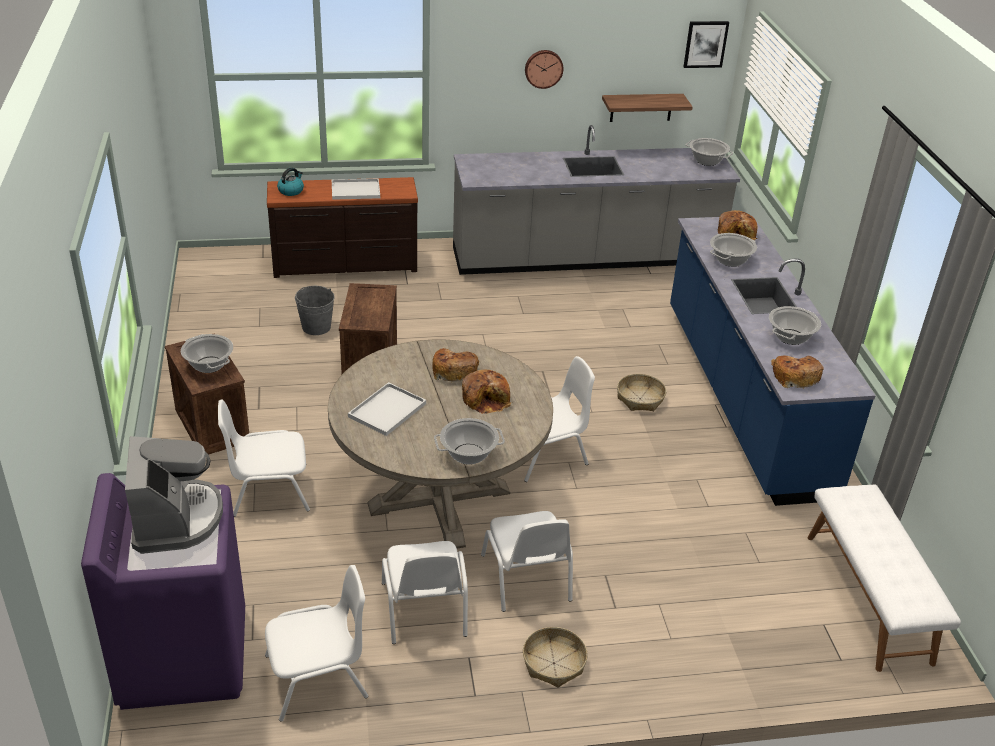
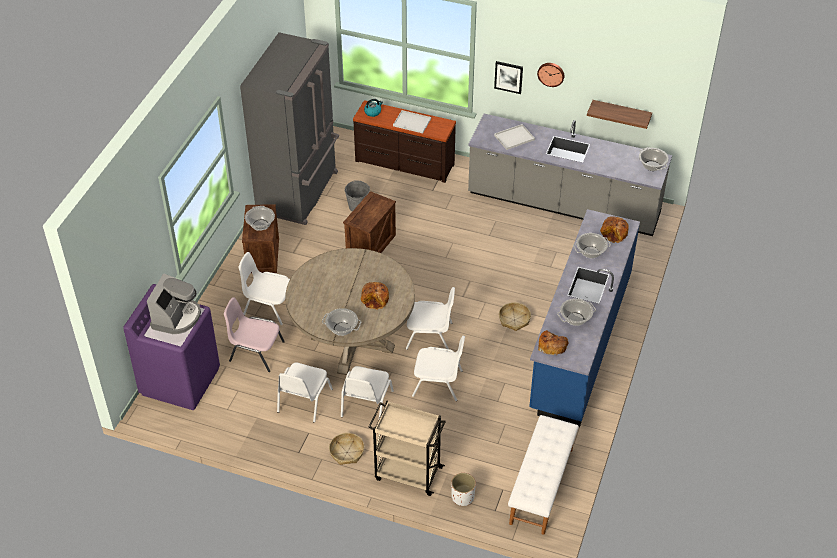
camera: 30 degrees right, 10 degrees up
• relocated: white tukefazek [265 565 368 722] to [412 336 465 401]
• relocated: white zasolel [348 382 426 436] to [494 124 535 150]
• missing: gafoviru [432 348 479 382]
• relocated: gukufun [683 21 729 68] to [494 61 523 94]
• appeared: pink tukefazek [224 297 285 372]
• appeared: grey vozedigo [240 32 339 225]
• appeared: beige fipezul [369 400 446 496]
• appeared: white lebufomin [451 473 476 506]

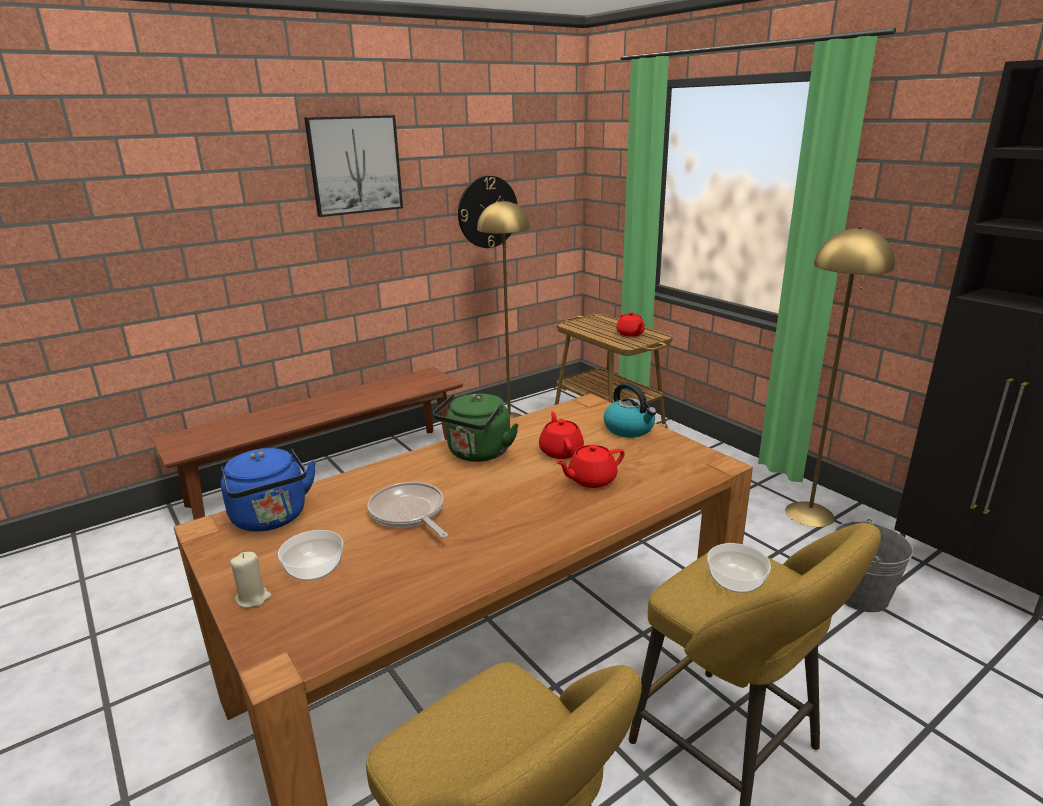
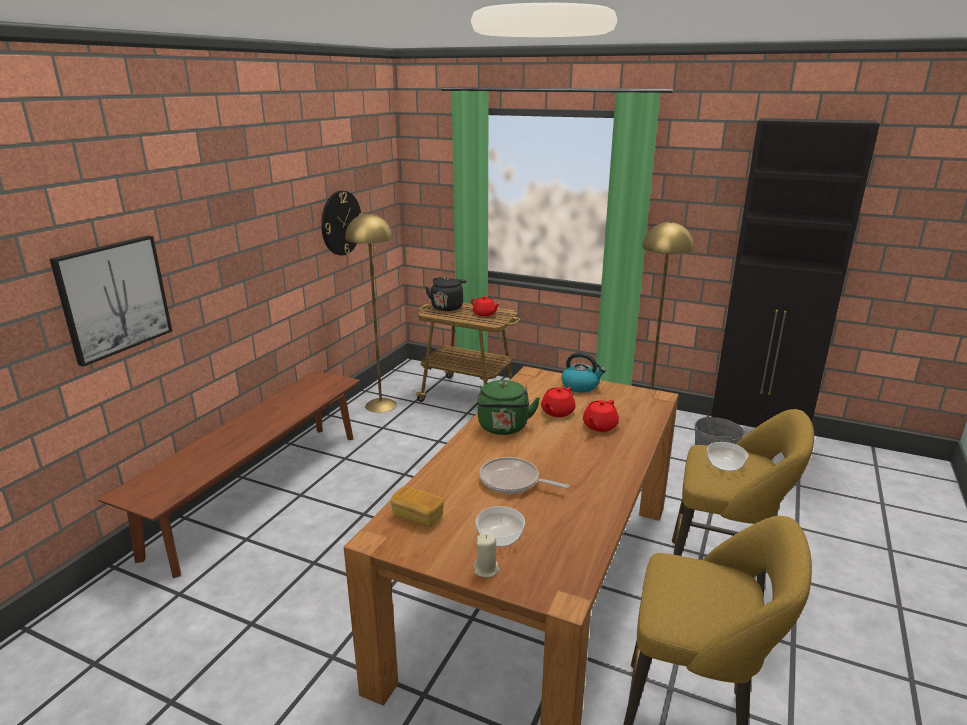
camera: 30 degrees left, 0 degrees up
• exchanged: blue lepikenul [221 448 316 532] to gafoviru [390 486 444 527]
• relocated: gukufun [304 115 403 217] to [50 235 172 367]
• spun: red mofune [539 411 584 459] = [541 387 576 417] 105 degrees counterclockwise
• appeared: black lepikenul [425 277 467 311]

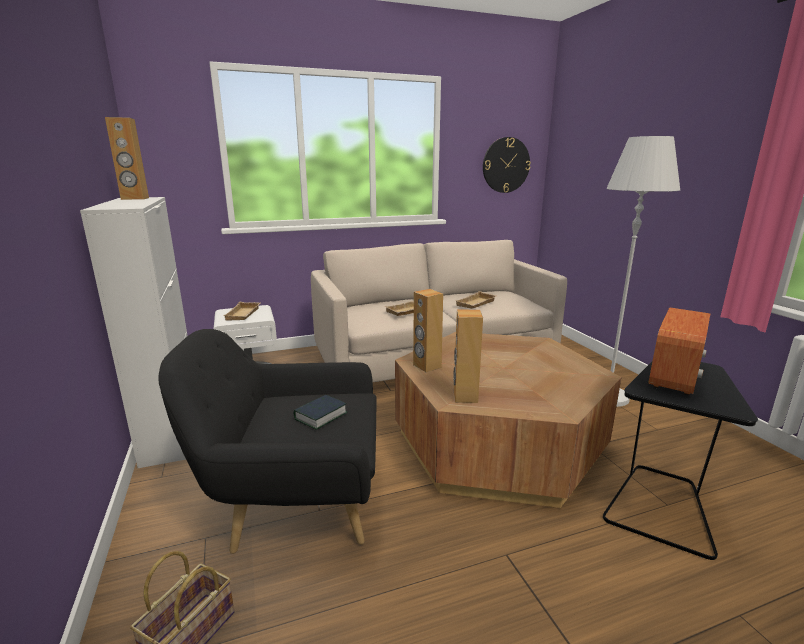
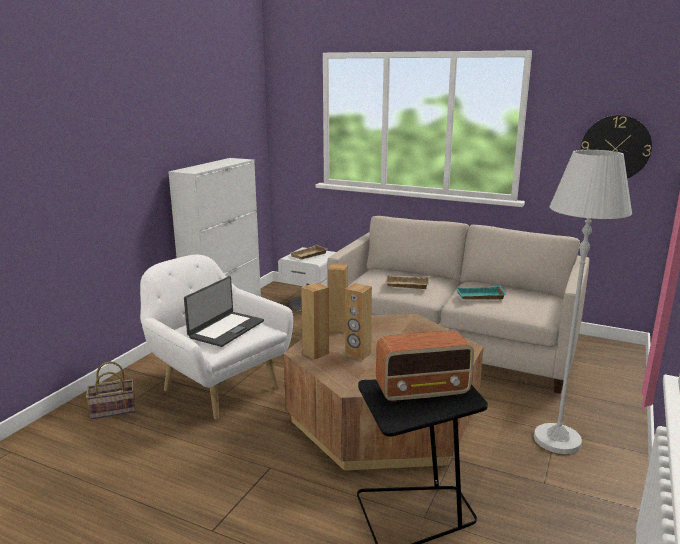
camera: 45 degrees right, 0 degrees up
• relocated: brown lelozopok [105 117 149 200] to [345 283 372 360]
• colour: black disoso [158 329 376 554] to white disoso [140 255 293 420]
• exchanged: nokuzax [294 395 348 430] to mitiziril [184 276 264 347]
• colour: beige zasolel [455 291 497 309] to turquoise zasolel [456 286 507 300]

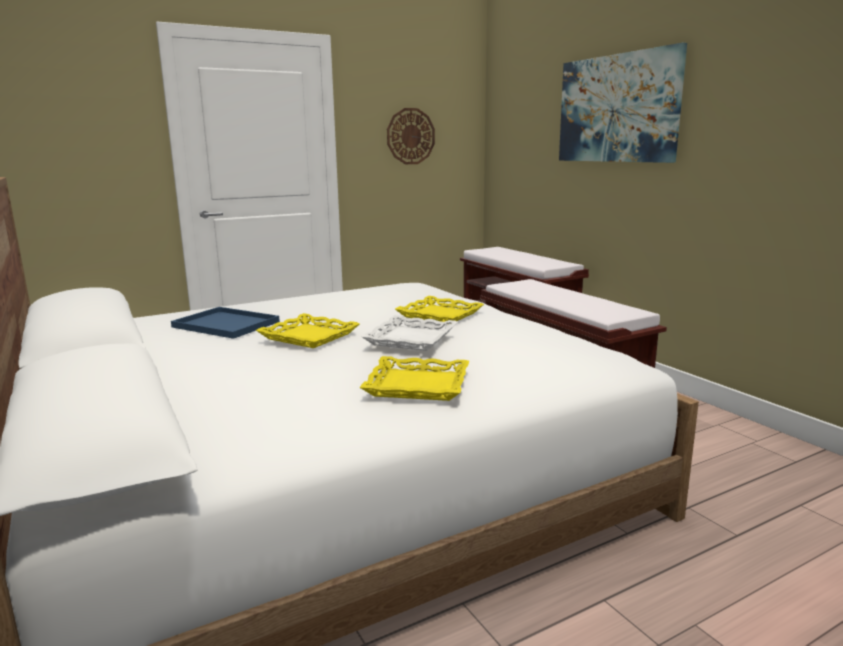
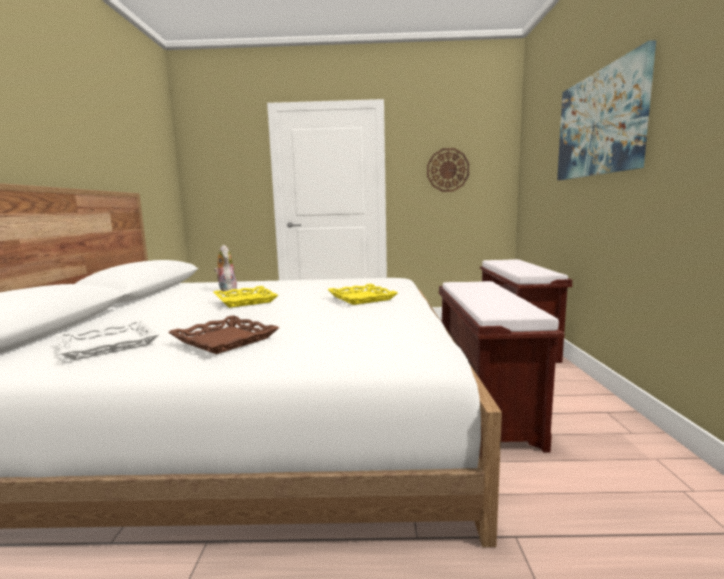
camera: 30 degrees right, 5 degrees down
• exchanged: blue zasolel [171 307 280 339] to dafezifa [214 245 237 291]
• colour: yellow zasolel [359 356 469 401] to brown zasolel [168 315 279 354]
• relocated: white zasolel [361 315 458 351] to [54 320 160 360]

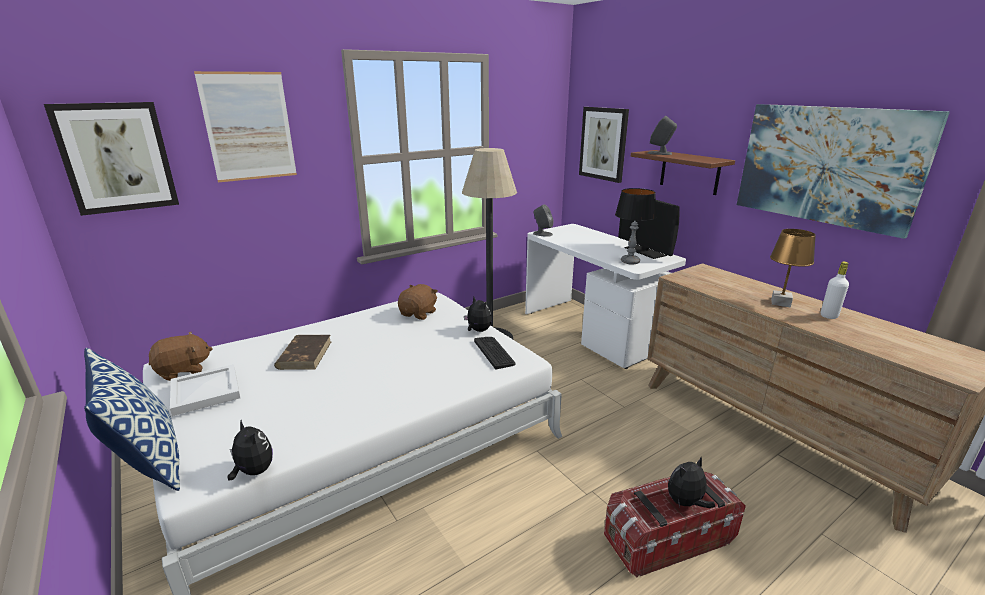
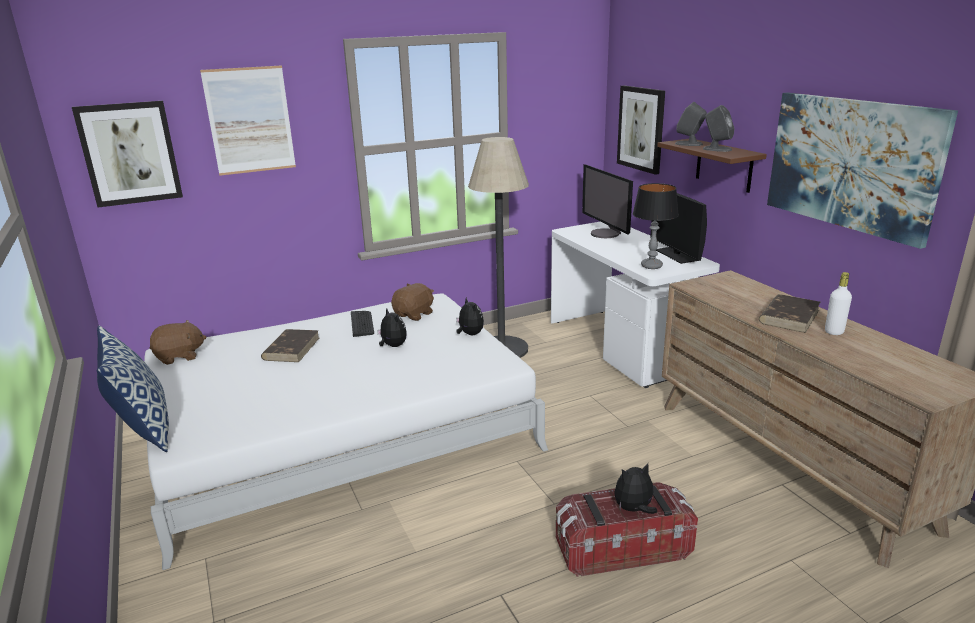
camera: 10 degrees right, 0 degrees up
• missing: white zasolel [170 364 240 416]
• relocated: dafezifa [227 420 273 481] to [377 308 407 347]
• relocated: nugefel [474 337 516 369] to [351 311 374 337]
• relocated: grey lelozopok [533 204 553 237] to [703 105 735 152]
• exchanged: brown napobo [770 229 816 307] to brown nokuzax [759 294 820 333]
• appeared: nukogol [582 164 633 238]

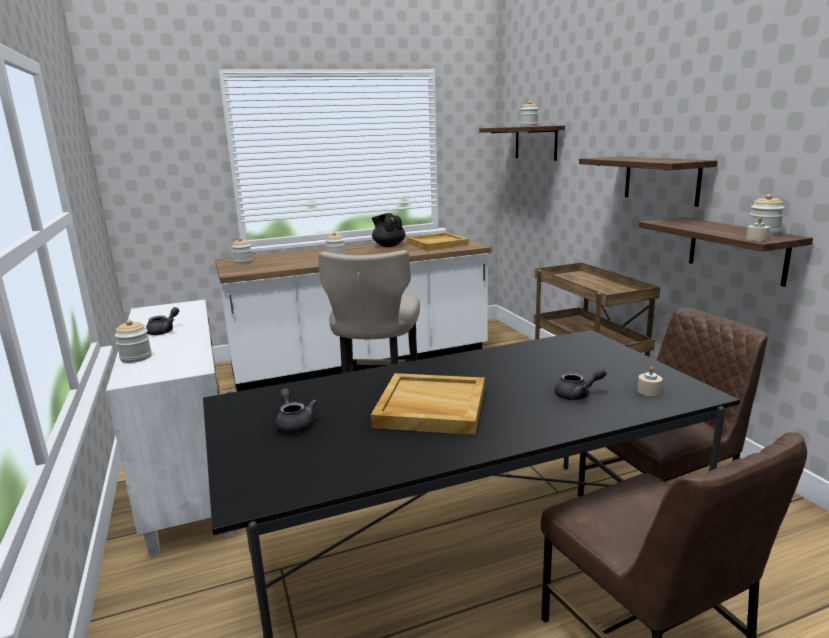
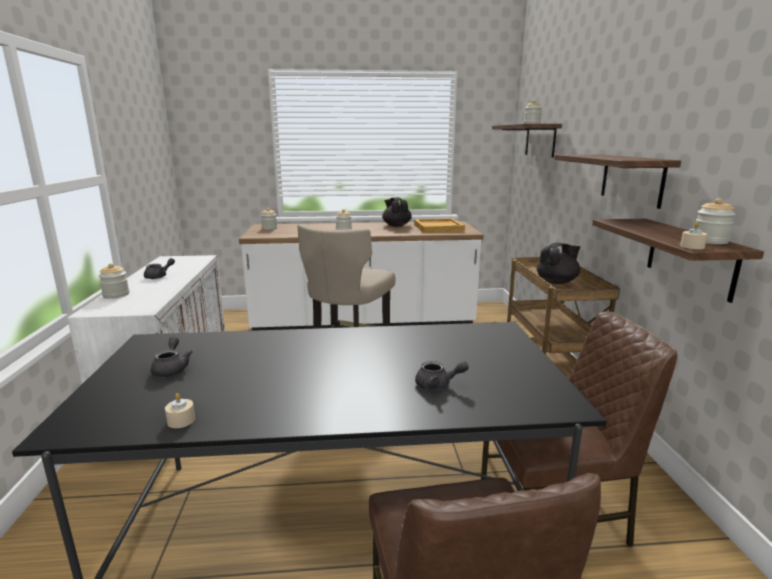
camera: 15 degrees right, 0 degrees up
• missing: beige zasolel [371 373 485 435]
• relocated: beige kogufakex [637 366 663 396] to [165 393 195 428]
• appeared: black mofune [537 243 580 284]

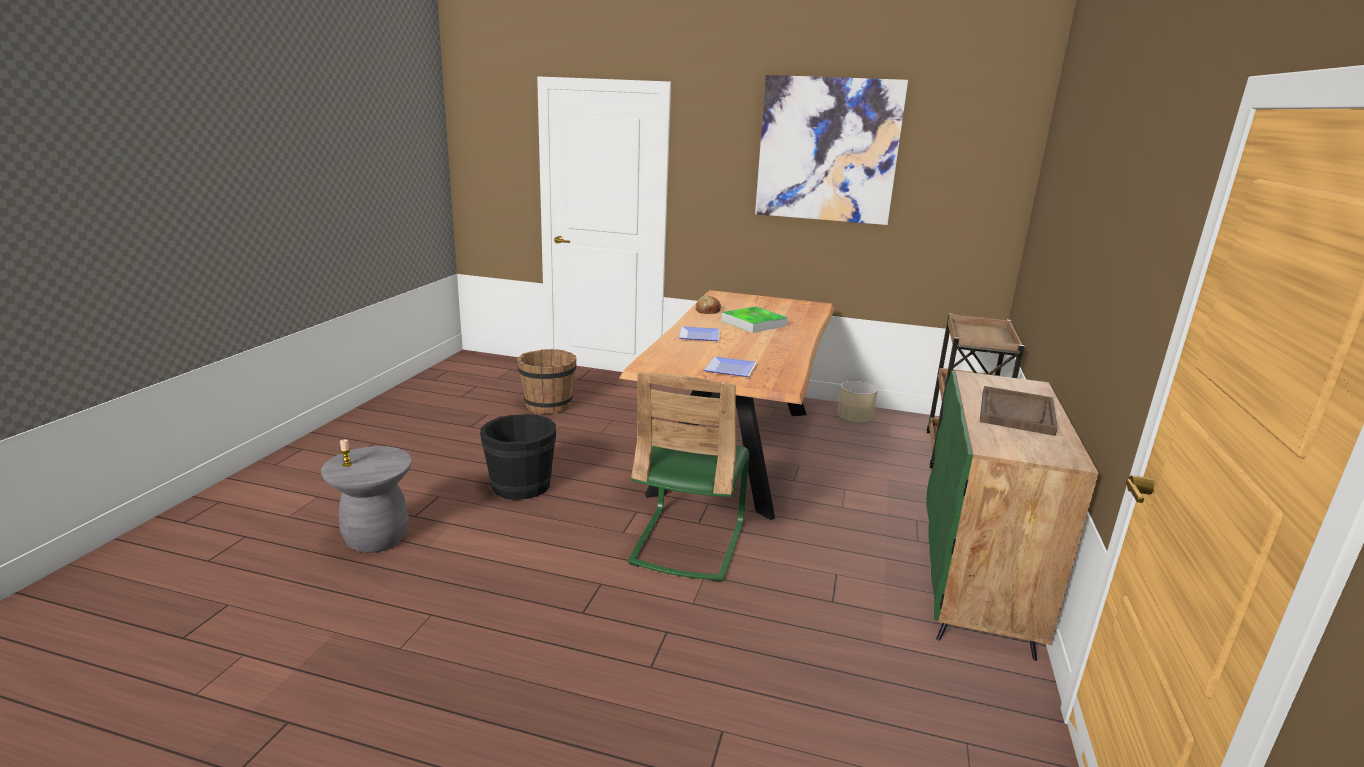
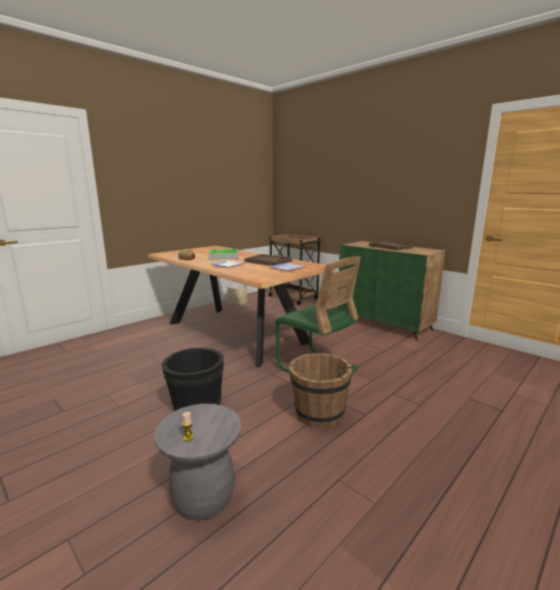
camera: 60 degrees left, 5 degrees down
• relocated: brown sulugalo [517 349 577 414] to [289 353 353 428]
• missing: gukufun [755 75 908 225]
• appeared: brown zasolel [244 254 292 266]

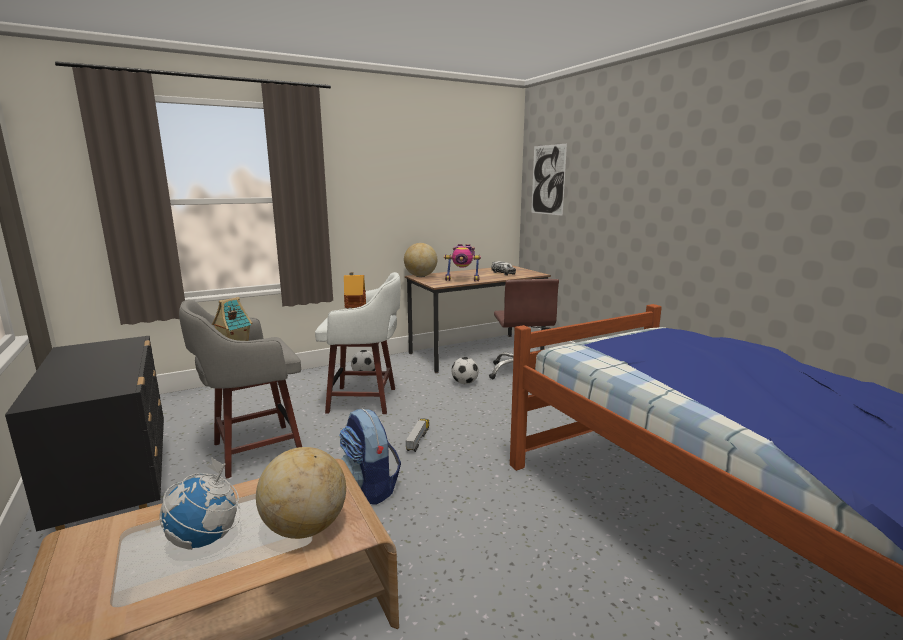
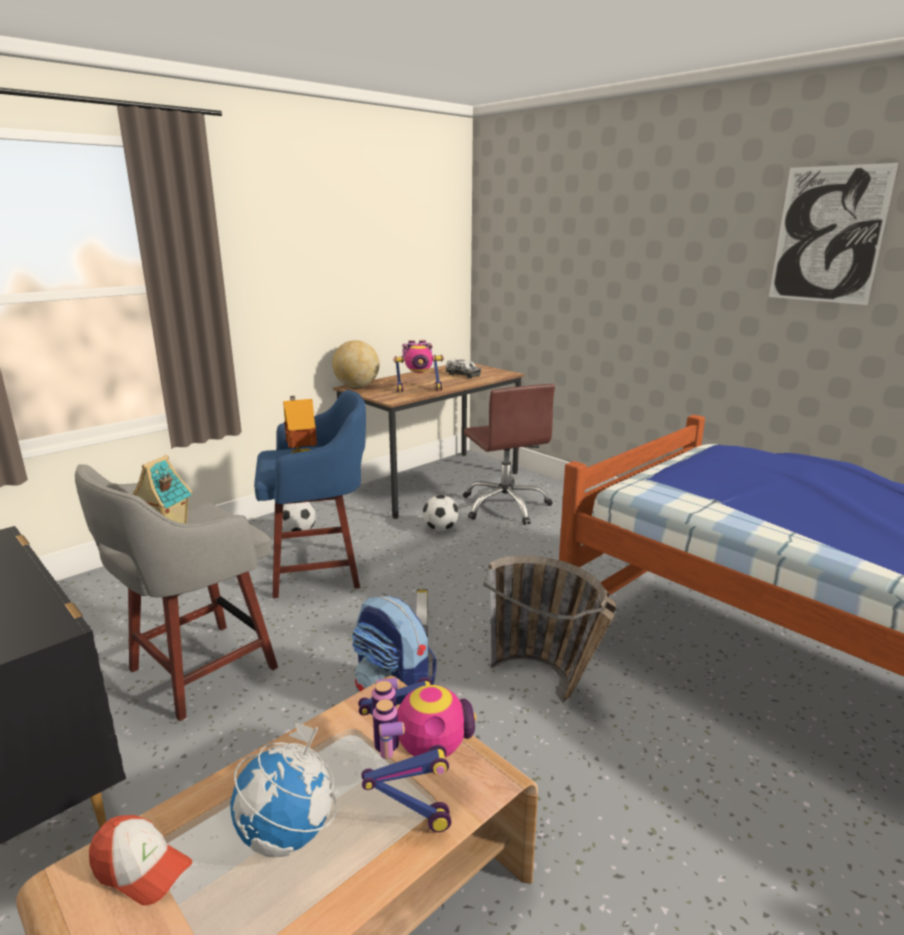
camera: 15 degrees left, 5 degrees up
• exchanged: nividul [256 447 346 539] to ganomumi [358 677 476 832]
• colour: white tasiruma [315 272 401 414] to blue tasiruma [254 390 366 598]
• relocated: gukufun [531 144 567 216] to [769 163 898 305]
• appeared: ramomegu [89 815 192 906]
• appeared: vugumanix [484 555 616 703]

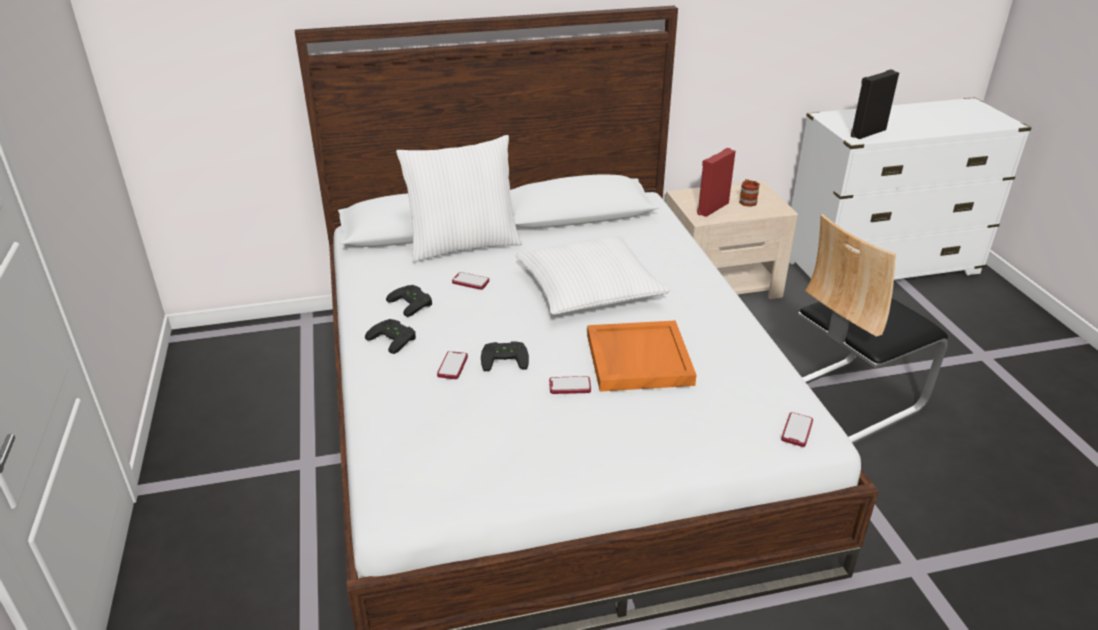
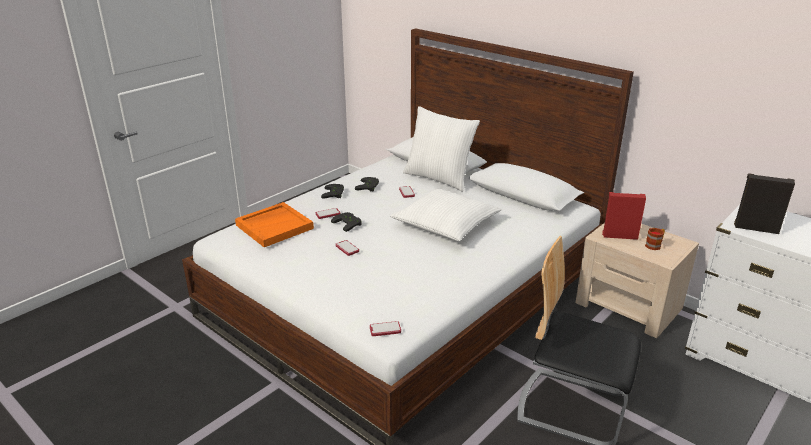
camera: 55 degrees right, 5 degrees down
• relocated: orange zasolel [587 320 696 392] to [235 202 314 247]

